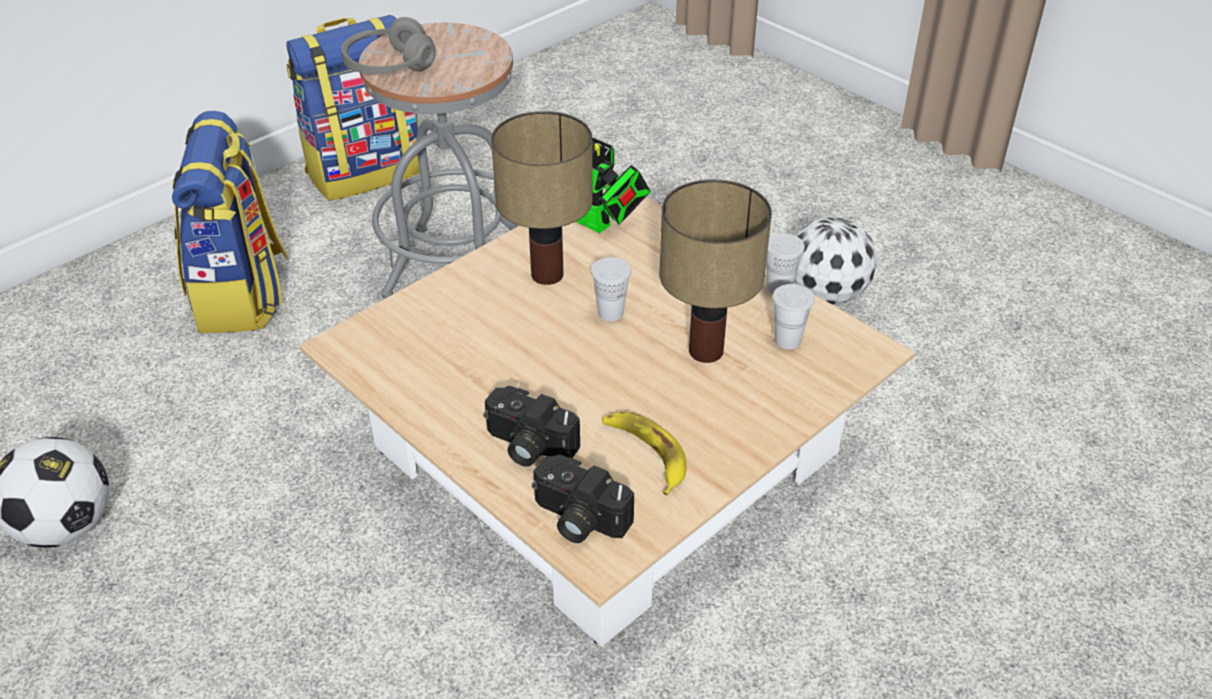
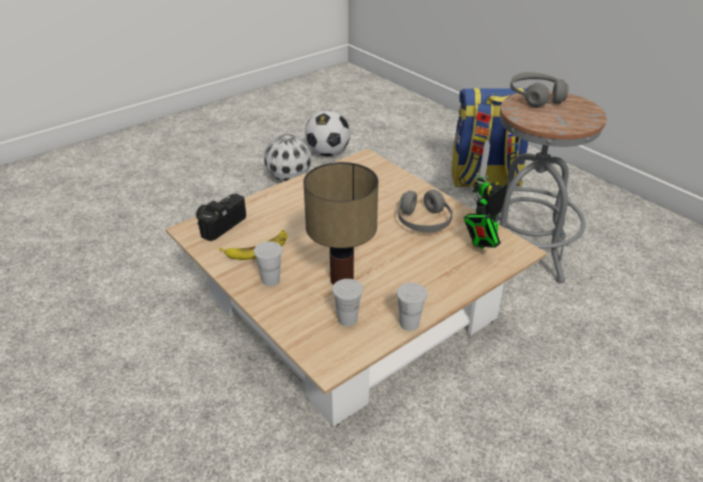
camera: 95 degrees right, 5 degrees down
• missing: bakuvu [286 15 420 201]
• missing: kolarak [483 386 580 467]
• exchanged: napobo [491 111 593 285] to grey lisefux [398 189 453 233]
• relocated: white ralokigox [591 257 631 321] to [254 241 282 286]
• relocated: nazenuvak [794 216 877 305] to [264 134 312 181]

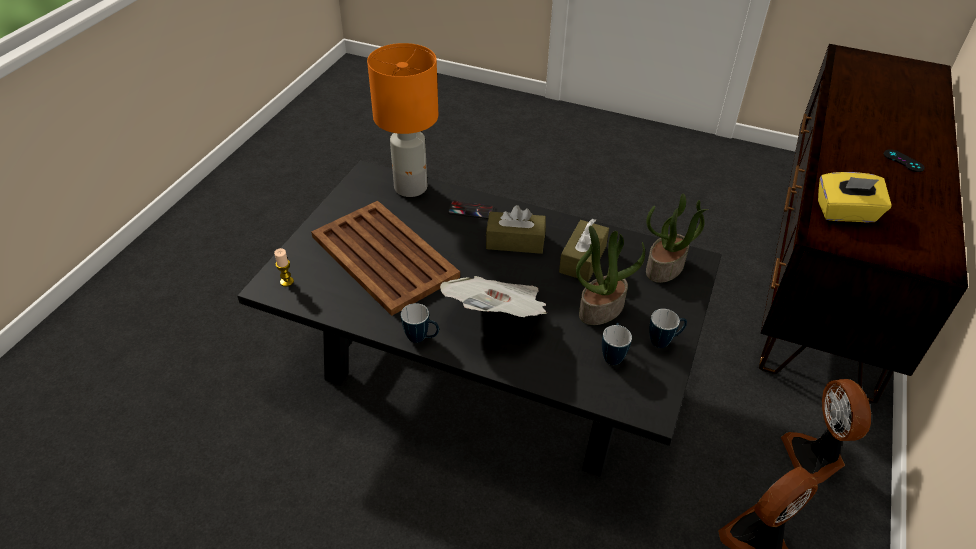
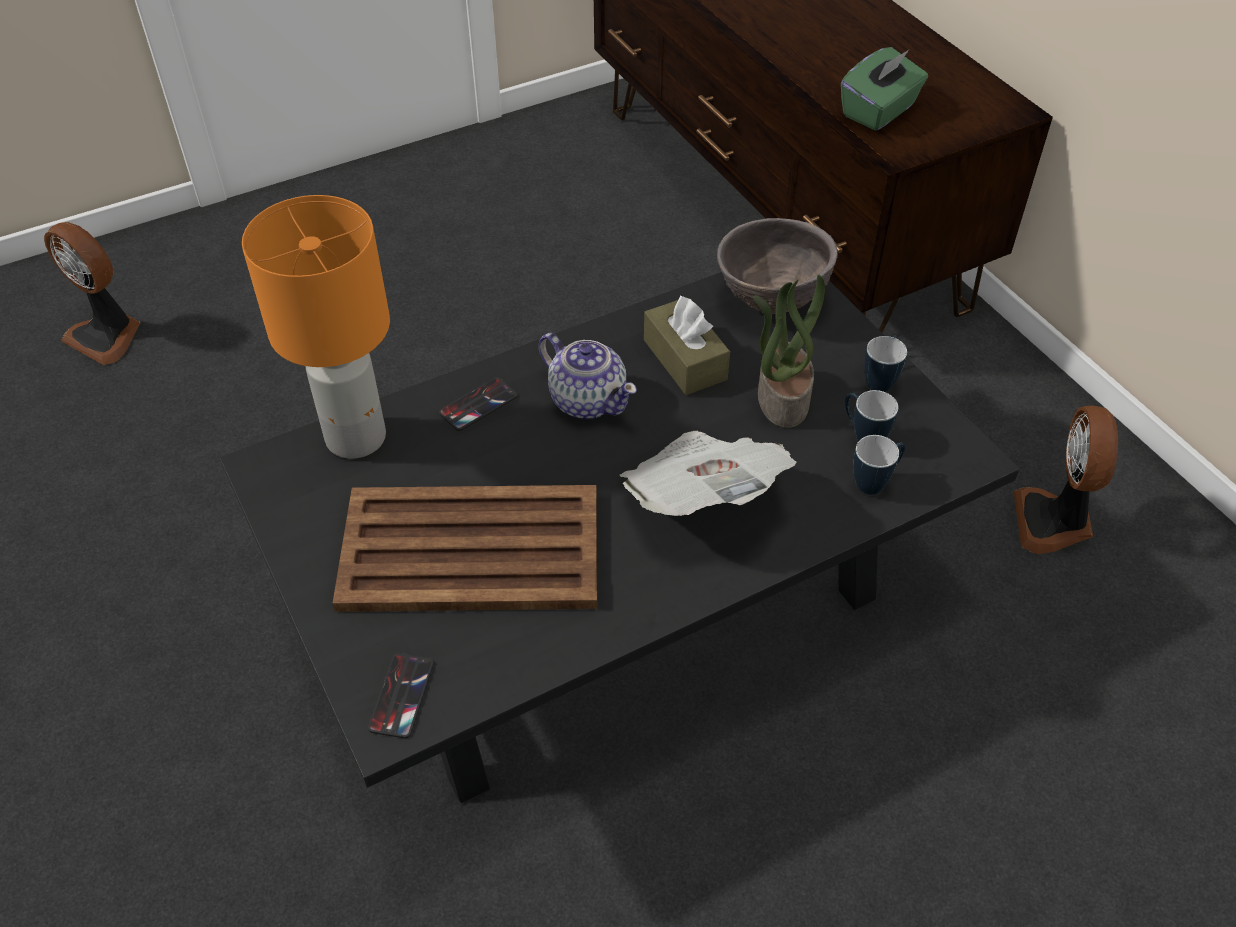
camera: 50 degrees left, 5 degrees up
• exchanged: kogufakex [274 248 294 287] to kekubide [368 653 434 738]
• relocated: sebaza [401 303 439 343] to [853 435 905 495]
• exchanged: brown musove [486 205 546 254] to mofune [538 333 637 419]
• exchanged: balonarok [646 194 709 283] to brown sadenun [717 218 838 314]
• relocated: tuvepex [781 379 871 484] to [44 222 140 365]
• colour: yellow musove [818 172 892 222] to green musove [841 47 928 131]
• missing: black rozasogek [884 149 925 172]

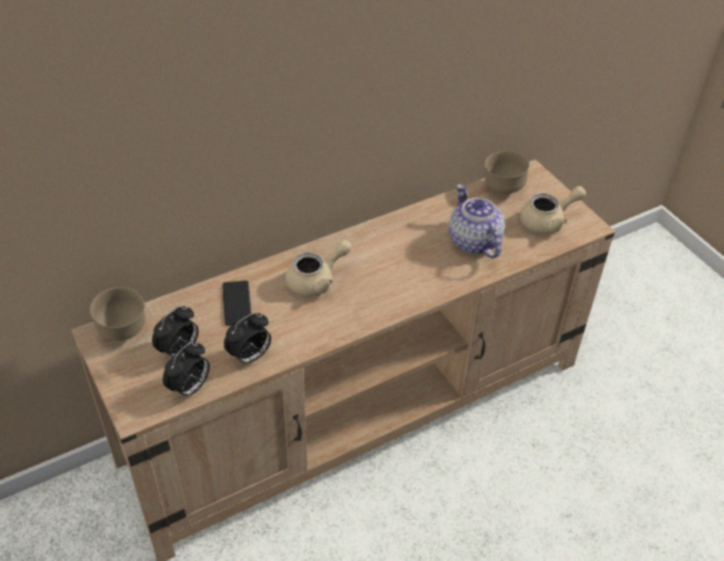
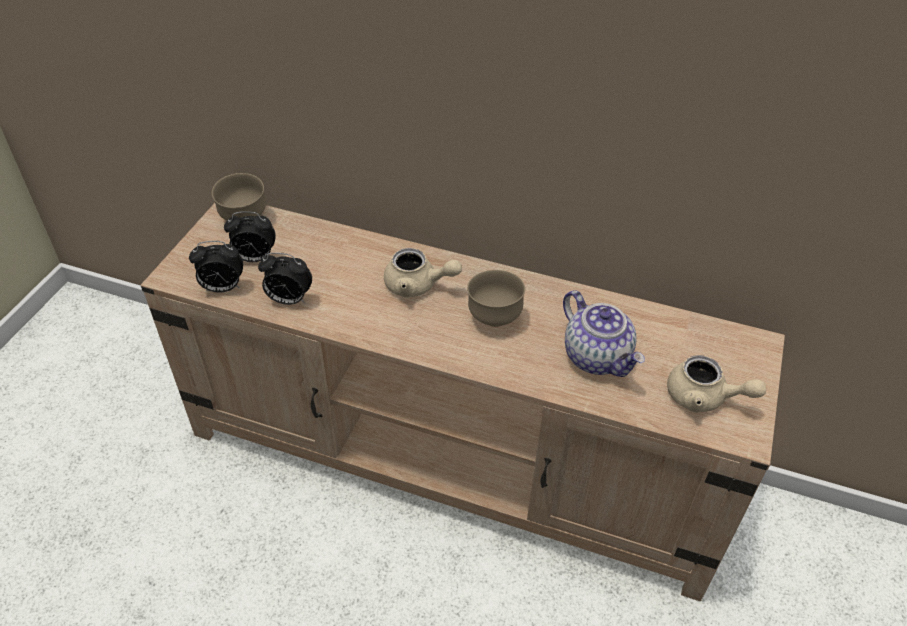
camera: 50 degrees right, 0 degrees up
• missing: kekubide [222 280 251 326]
• spun: mofune [449 184 505 258] = [563 291 645 377] 120 degrees clockwise
• relocated: brown sadenun [485 151 529 195] to [467 270 525 327]

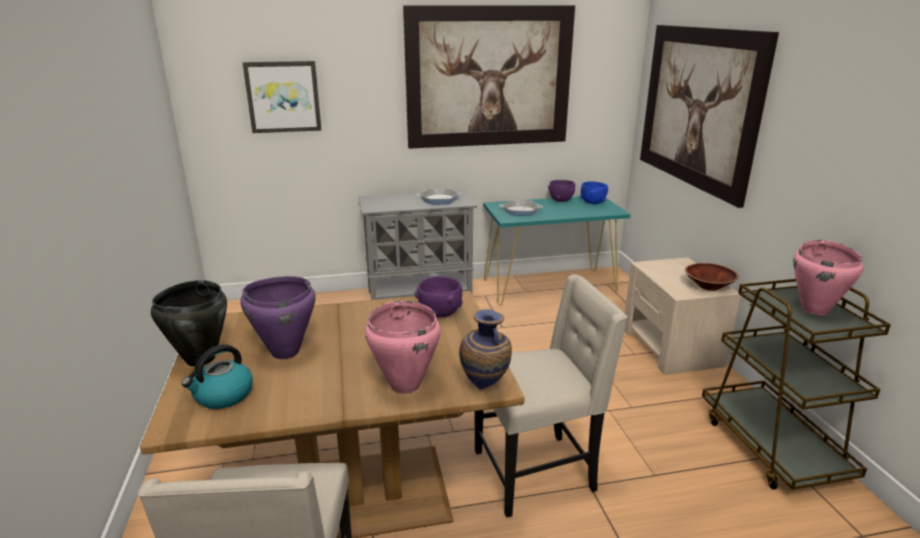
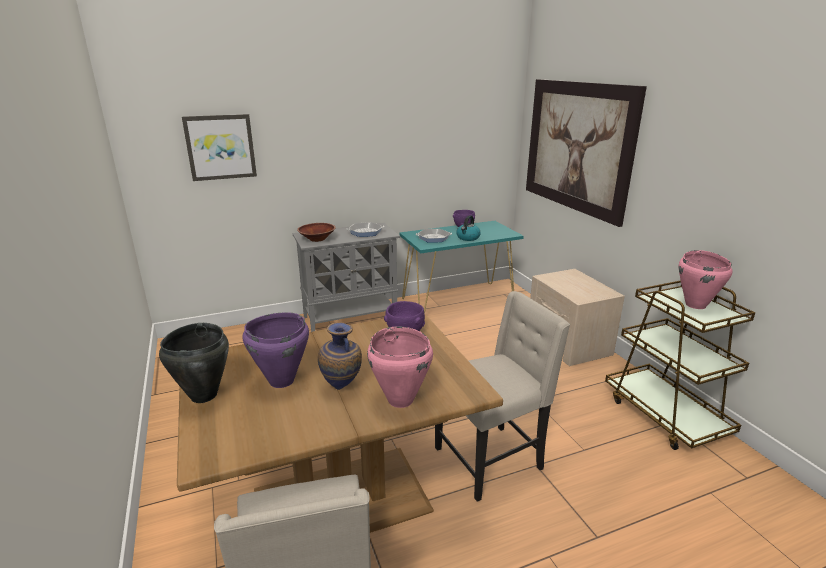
camera: 10 degrees left, 0 degrees up
• relocated: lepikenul [181 344 253 409] to [456 215 481 241]
• missing: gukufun [403 5 575 149]
• relocated: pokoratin [459 309 512 390] to [318 323 362 390]
• missing: blue sadenun [580 182 608 204]
• relocated: brown sadenun [685 263 739 291] to [297 223 336 242]

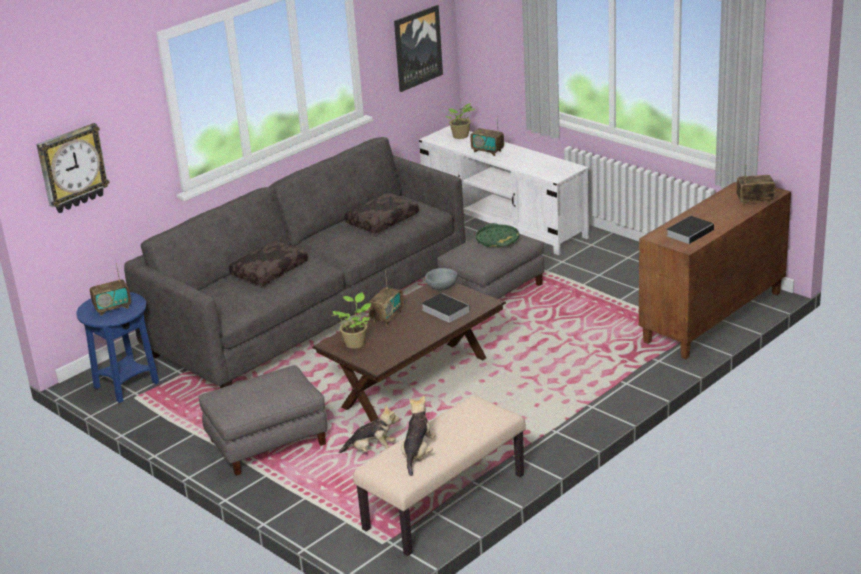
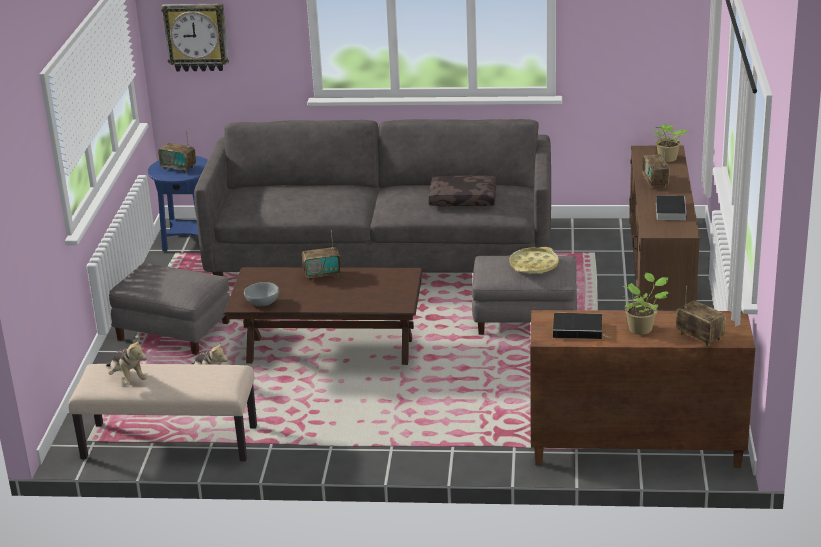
camera: 50 degrees right, 0 degrees up
• missing: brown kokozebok [229 240 308 286]
• relocated: balonarok [332 292 371 349] to [622 272 669 335]
• missing: gukufun [394 5 443 92]
• spun: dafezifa [401 395 435 476] = [106 340 147 385] 75 degrees clockwise
• colour: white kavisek [419 126 589 255] to brown kavisek [629 145 700 309]
• relocated: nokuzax [421 293 470 323] to [656 196 687 220]
• relocated: grey sadenun [425 268 458 291] to [244 282 279 306]
• colour: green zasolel [476 223 519 248] to yellow zasolel [509 247 559 274]

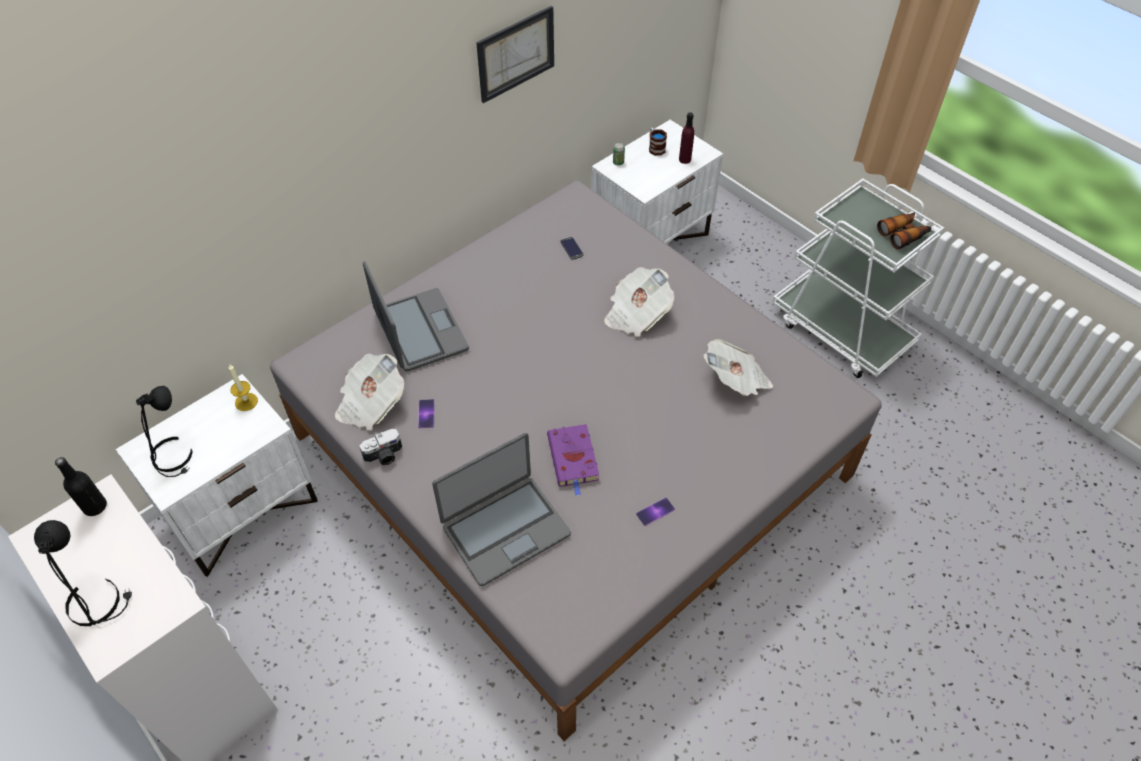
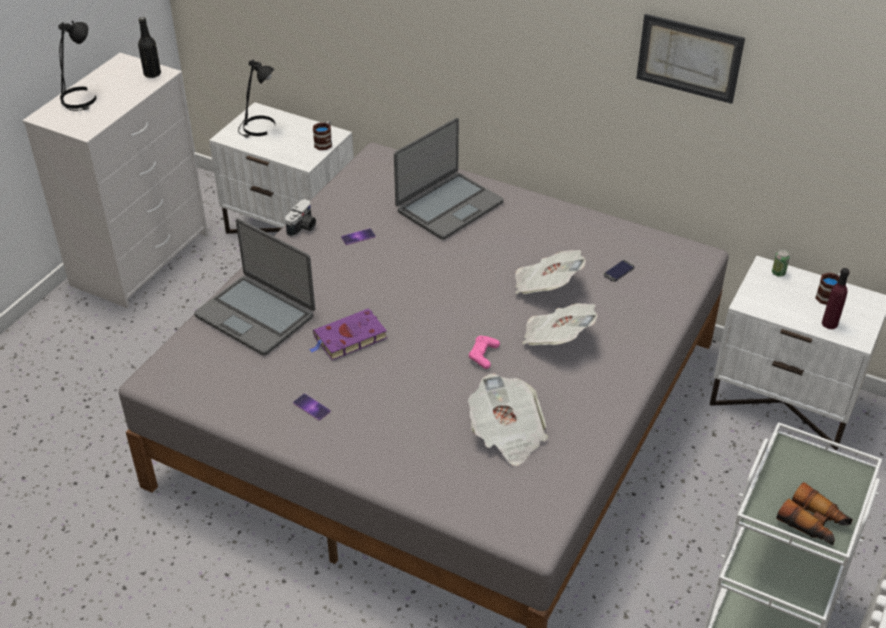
camera: 70 degrees right, 10 degrees down
• exchanged: kogufakex [228 364 258 411] to sebaza [313 121 332 150]
• relocated: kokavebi [335 354 404 430] to [515 250 586 294]
• spun: kolarak [360 428 402 466] = [285 199 316 237] 105 degrees counterclockwise
• appeared: pink rozasogek [469 336 500 369]

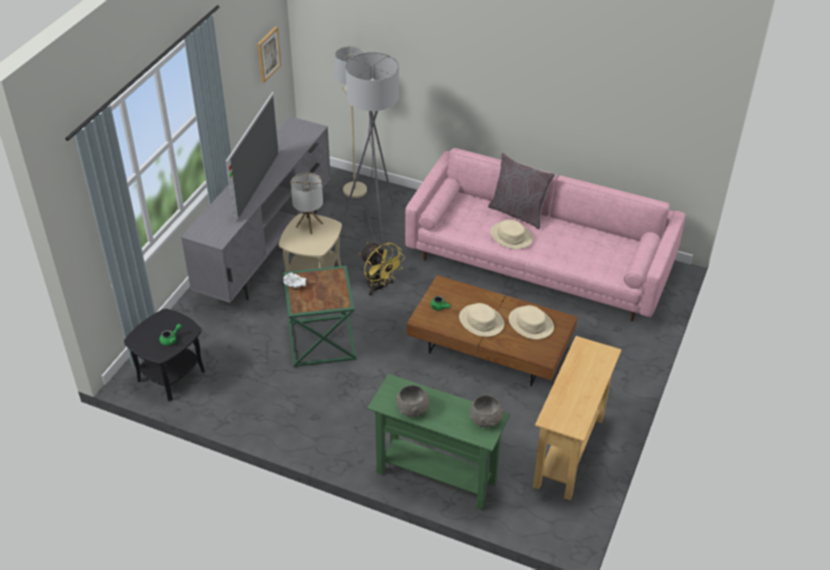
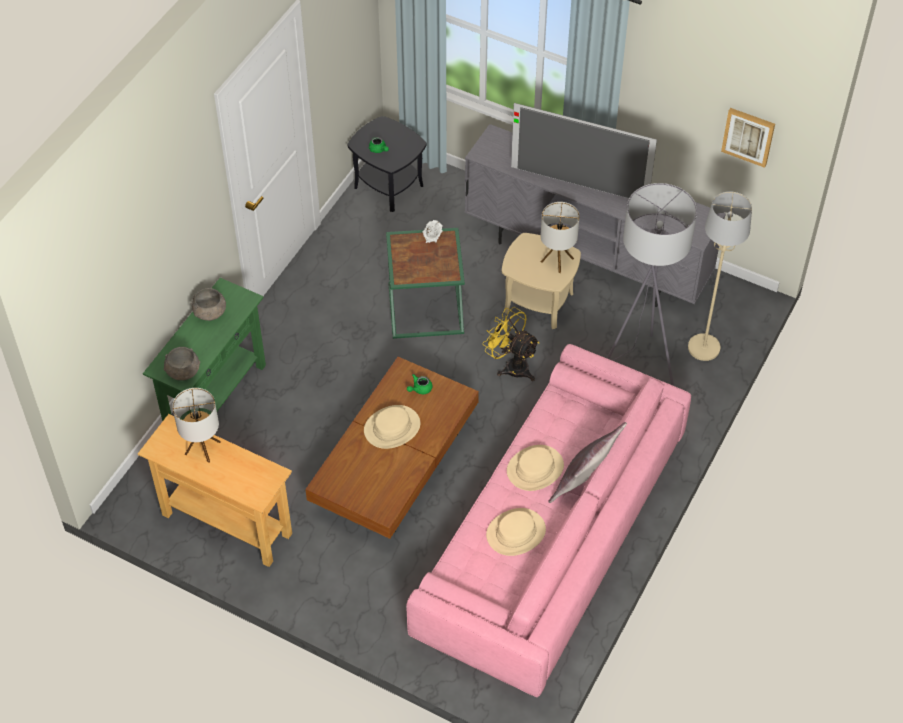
camera: 95 degrees right, 10 degrees up
• spun: yellow tuvepex [360 242 405 296] = [483 307 540 381] 75 degrees clockwise
• relocated: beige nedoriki [509 305 554 339] to [486 508 546 556]
• appeared: napobo [172 388 221 463]

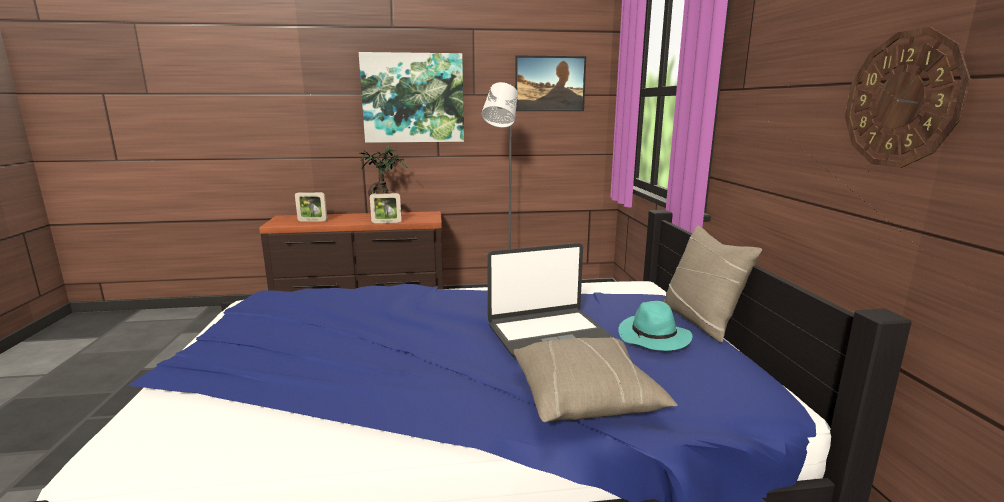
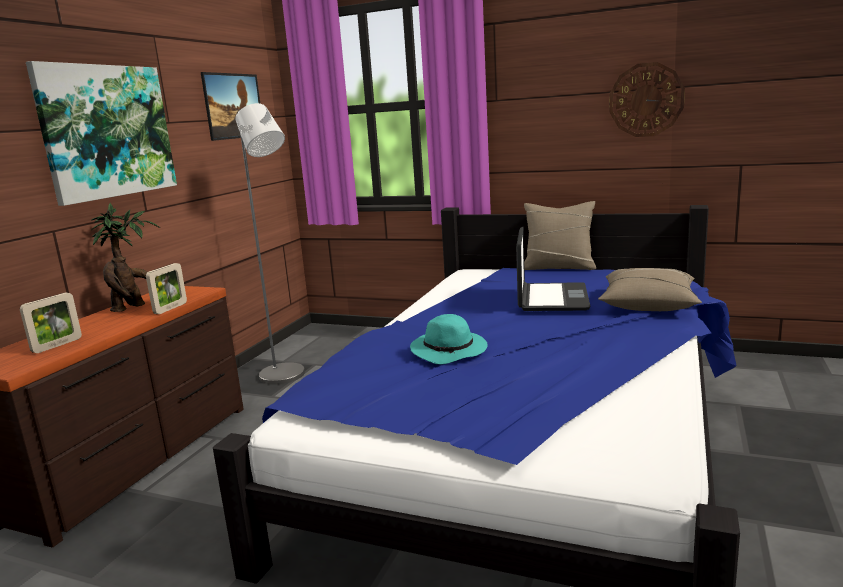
camera: 60 degrees left, 0 degrees up
• relocated: turquoise nedoriki [618 301 693 351] to [410 314 488 364]

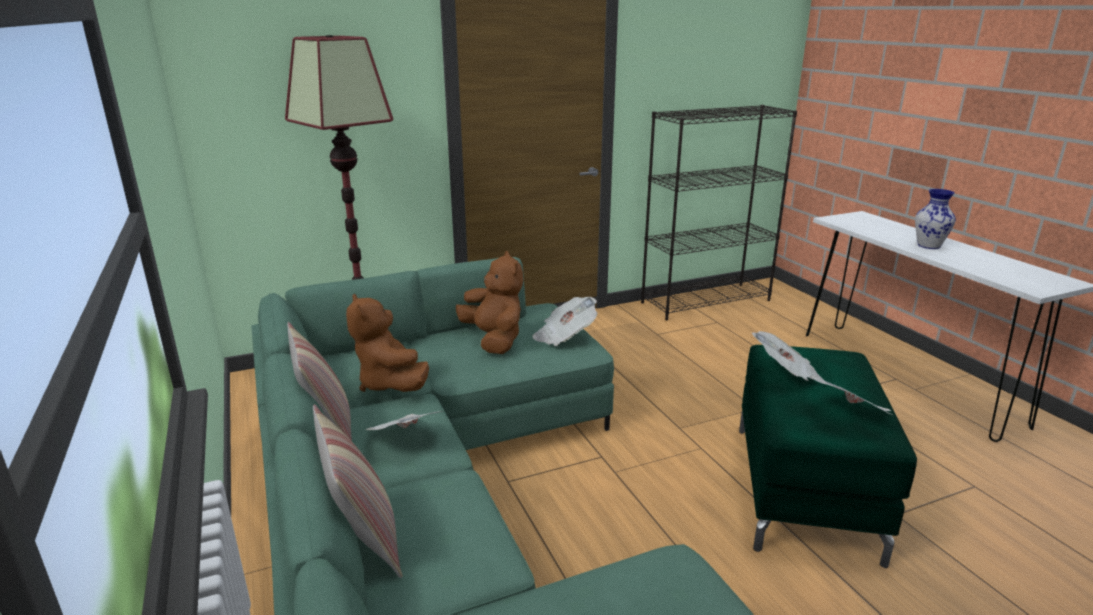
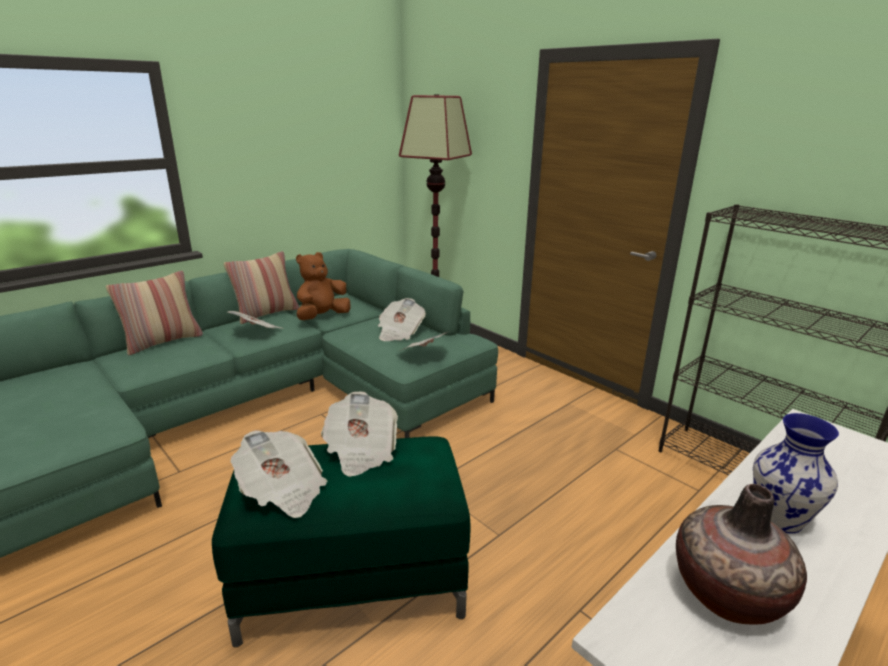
camera: 70 degrees right, 0 degrees up
• exchanged: brown dafezifa [456 251 523 354] to kokavebi [378 298 426 341]
• appeared: pokoratin [676 484 807 625]

